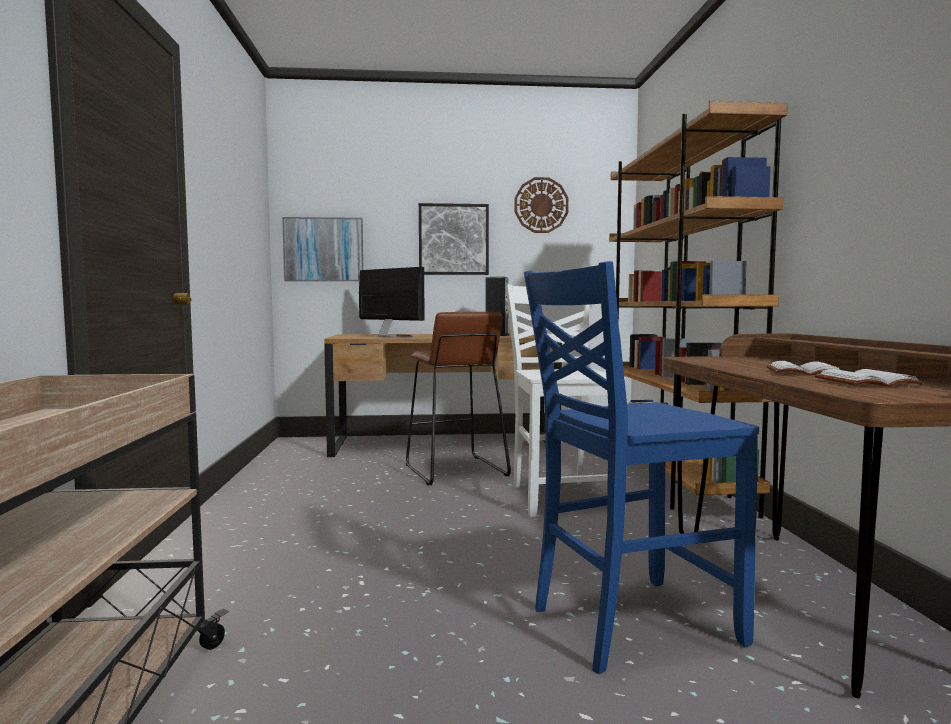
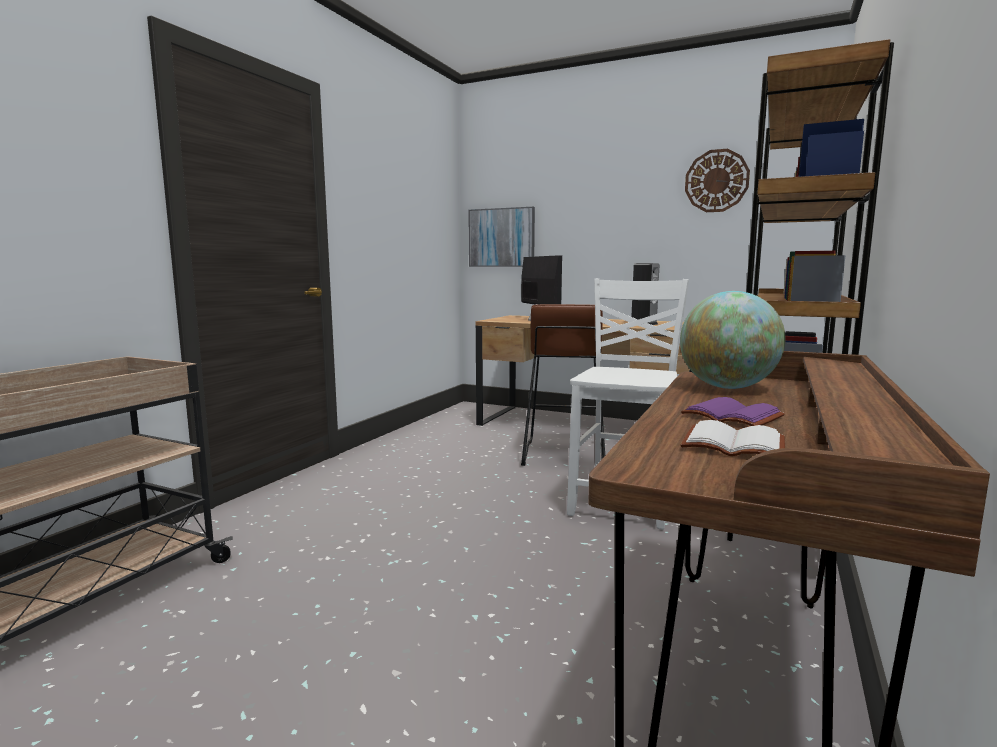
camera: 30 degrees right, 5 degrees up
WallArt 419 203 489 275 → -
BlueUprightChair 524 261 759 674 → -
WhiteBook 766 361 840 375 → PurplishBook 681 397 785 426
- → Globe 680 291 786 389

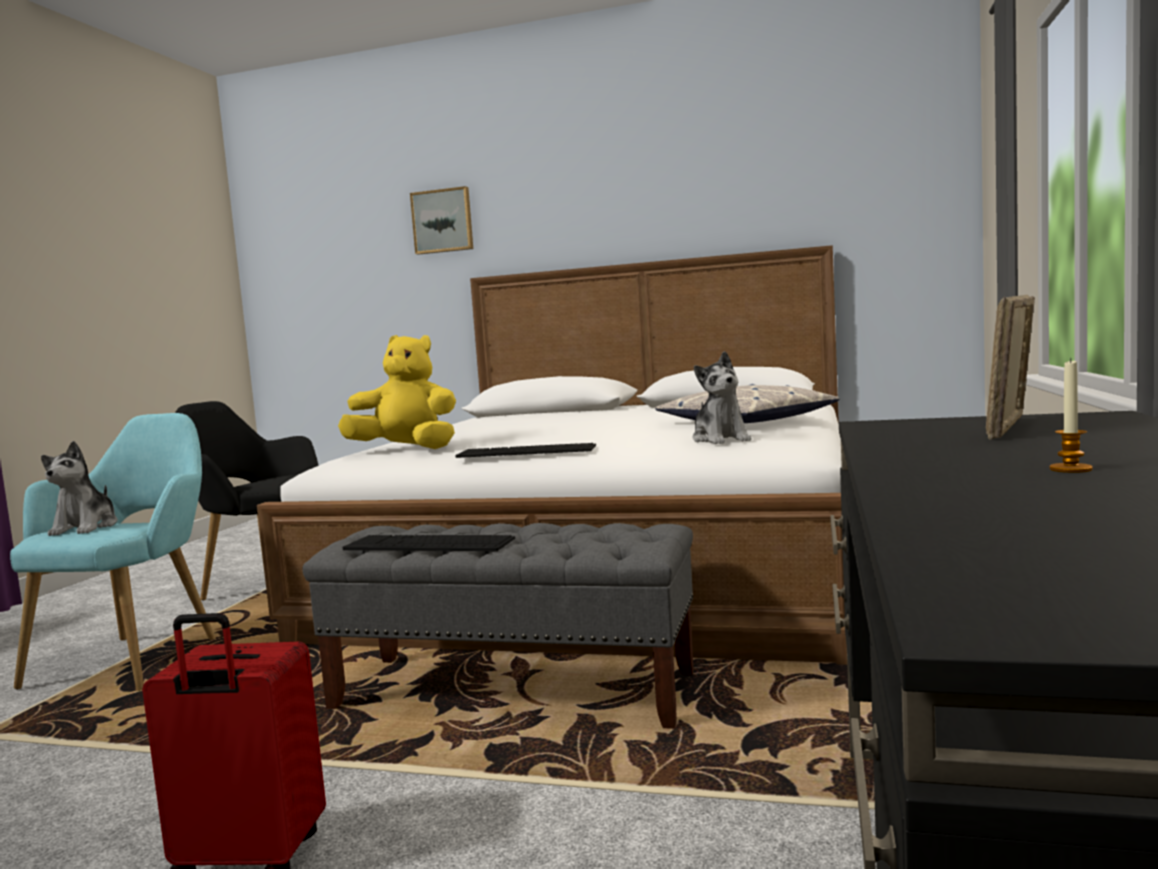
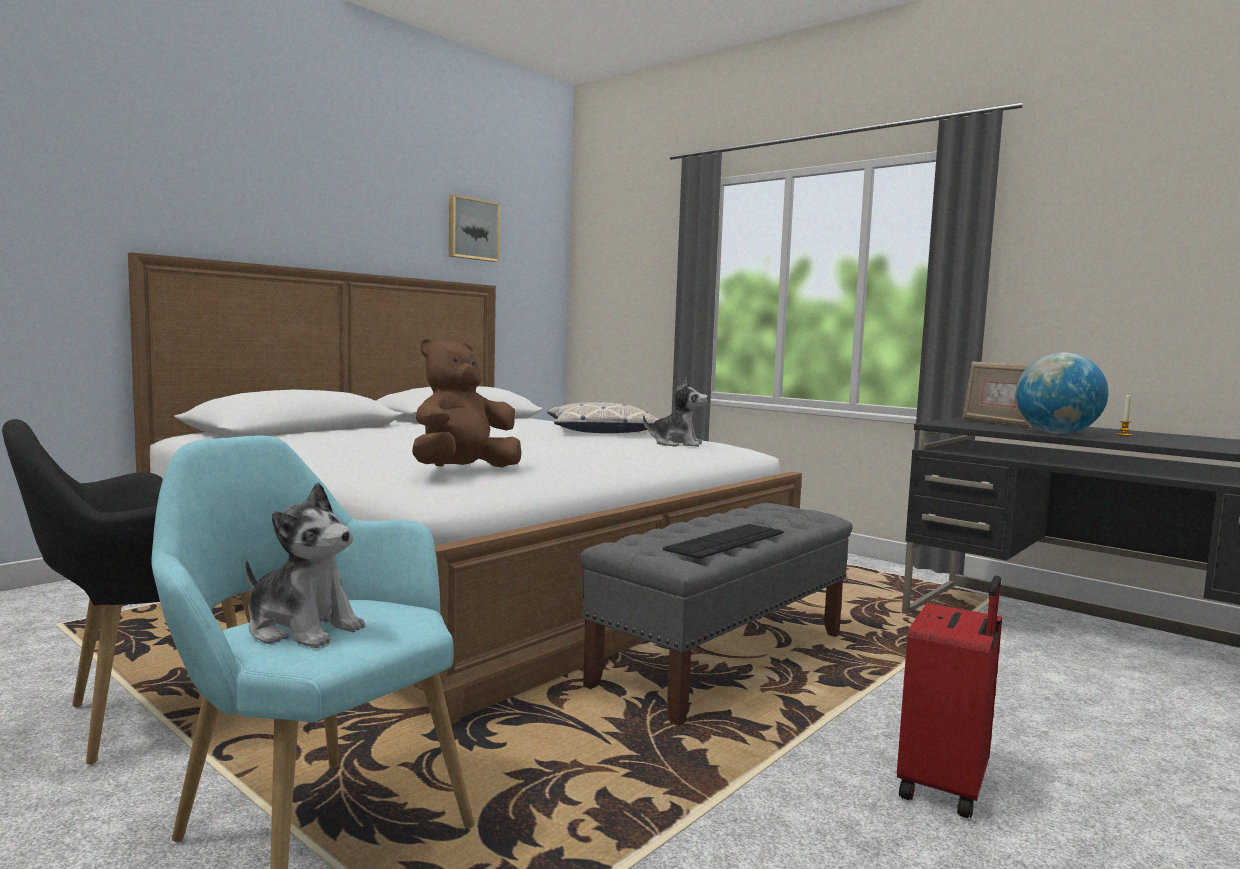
camera: 65 degrees left, 0 degrees up
WallArt 410 186 473 255 → WallArt 449 194 500 262, relocated
YellowColouredPlushToy 338 335 456 449 → BrownColouredPlushToy 412 338 521 468
ComputerKeyboard 455 443 596 458 → -
- → Globe 1016 353 1108 434

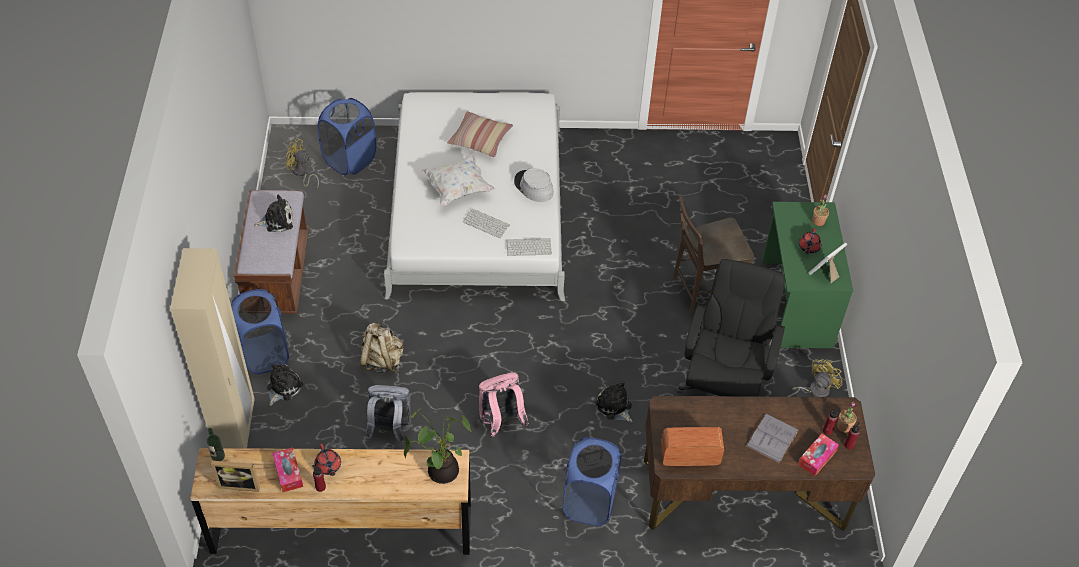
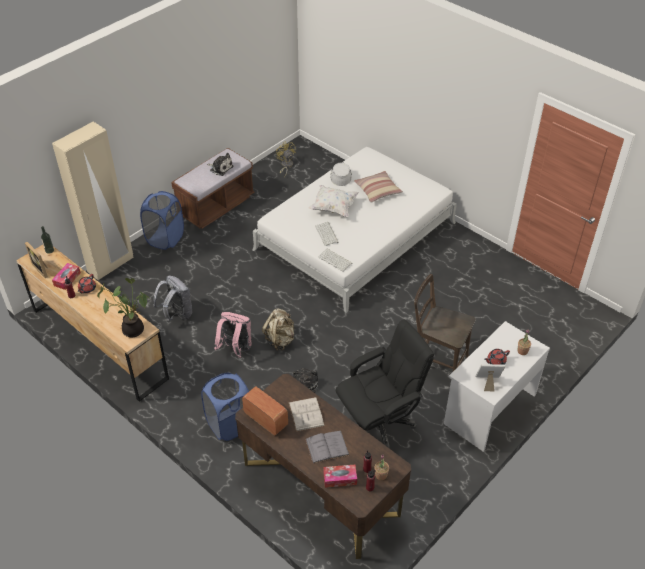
camera: 45 degrees right, 5 degrees down
BlueLaundryBasket 318 98 376 175 → -
GreyishHat 514 168 554 202 → GreyishHat 330 162 352 186, relocated
GreenDeskTable 762 202 853 348 → WhiteDeskTable 444 321 550 452
SandColouredRucksack 360 323 404 374 → SandColouredRucksack 262 309 294 350, relocated
YellowColouredFan 787 359 842 397 → -
PlushToy 267 364 303 406 → -
- → WhiteBook 289 397 325 432

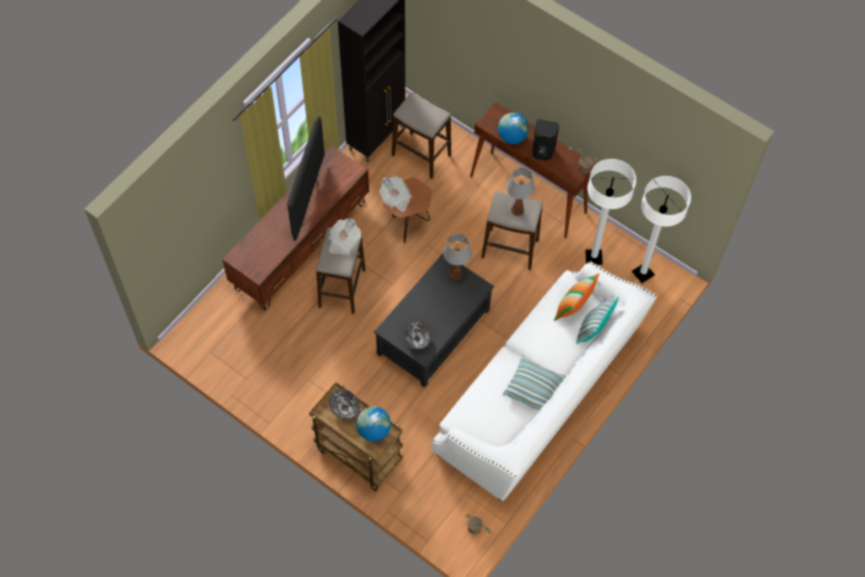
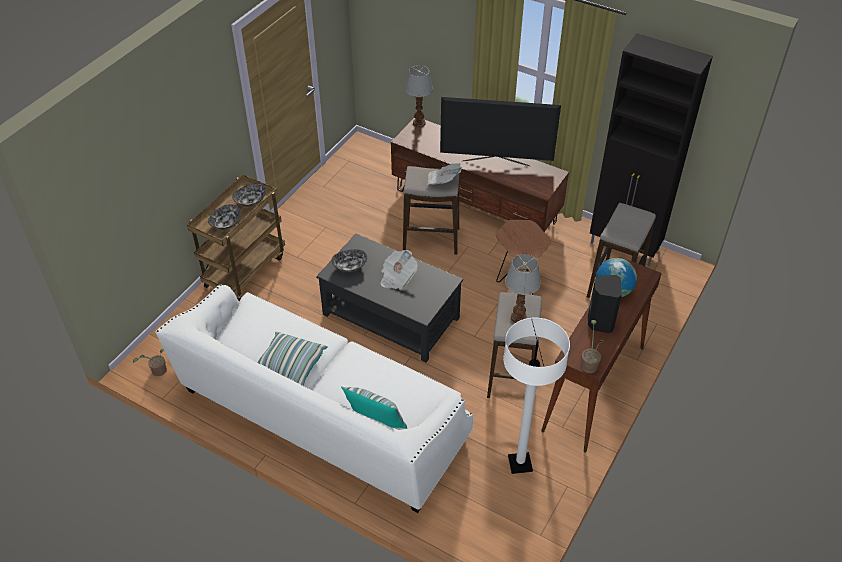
camera: 85 degrees right, 15 degrees down
Newspaper 379 176 412 212 → Newspaper 380 250 418 290, relocated
WhiteStandardLamp 632 176 691 283 → -
LampForATable 443 234 472 280 → LampForATable 405 65 433 128, relocated
ThrowPillow 554 273 599 321 → -
Globe 356 406 391 441 → ServingBowl 208 204 241 230

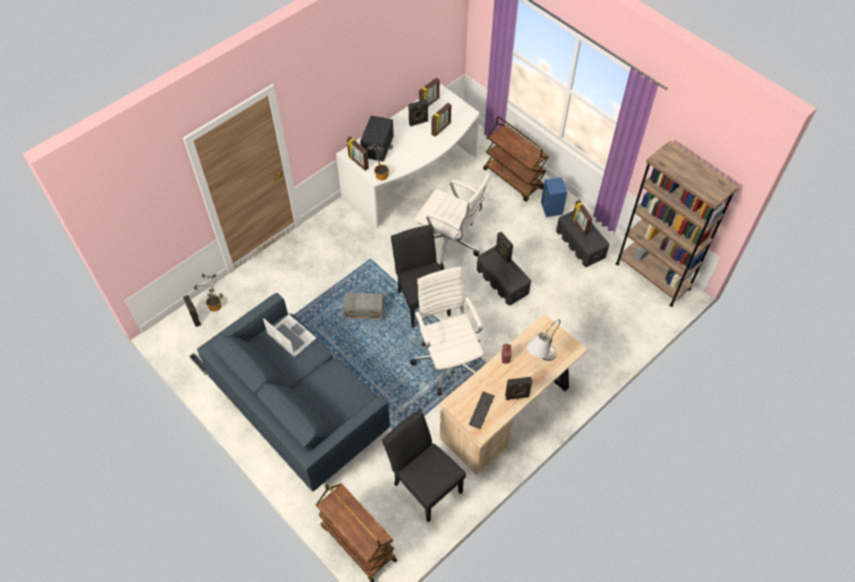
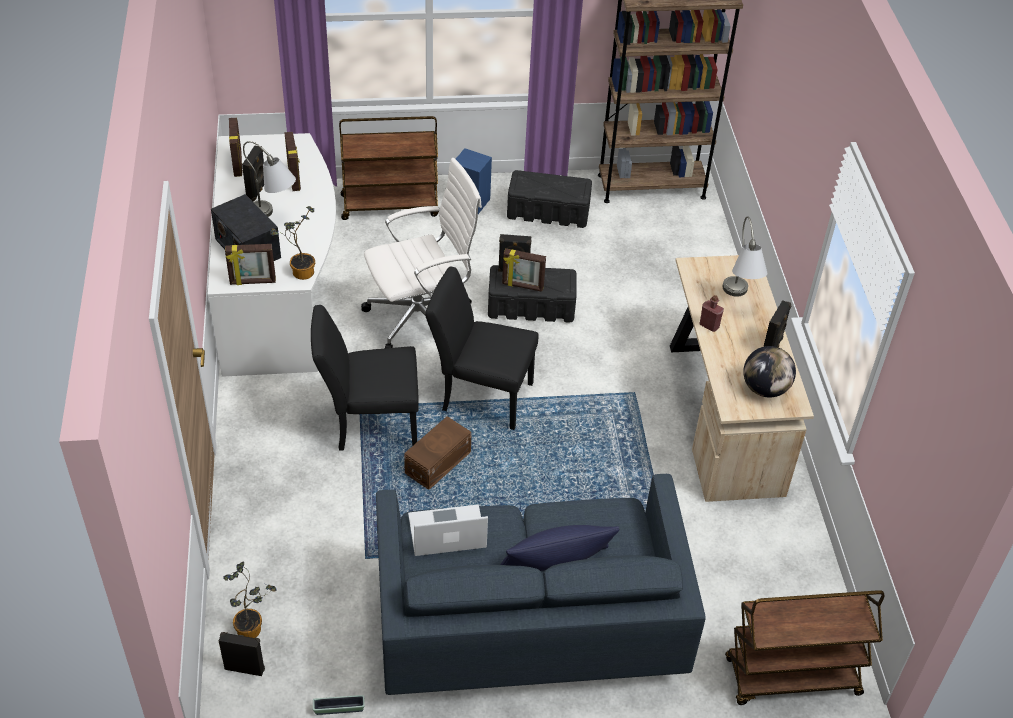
camera: 55 degrees left, 10 degrees down
PhotoFrame 572 200 593 236 → PhotoFrame 502 248 546 292, relocated
WhiteOfficeChair 410 267 484 395 → -
GreyishStorageBin 343 293 383 319 → BrownColouredStorageBin 404 416 471 490
ComputerKeyboard 469 391 494 429 → Globe 743 346 796 398
BlackUprightChair 382 410 466 523 → BlackUprightChair 311 305 419 451, relocated
- → GreyishLampForATable 243 141 296 217
- → BlueThrowPillow 500 525 619 571

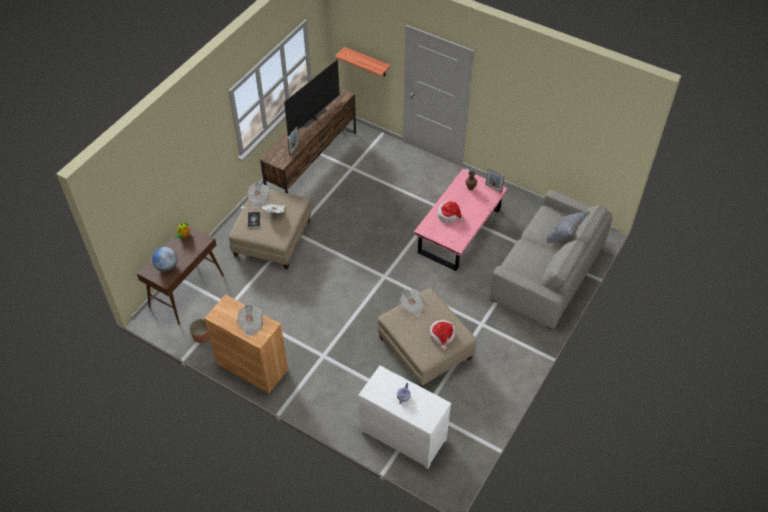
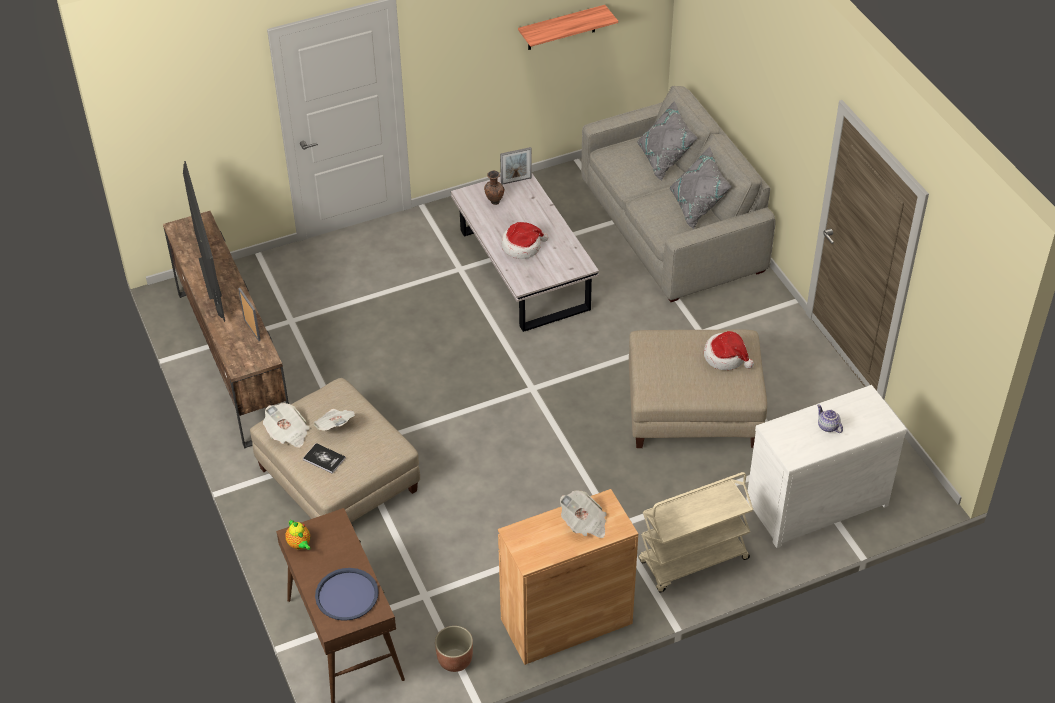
camera: 55 degrees left, 5 degrees down
WallShelf 335 47 391 76 → WallShelf 518 5 618 50, relocated
PinkColouredLowTable 414 169 508 271 → WhiteLowTable 451 173 599 332
Globe 152 247 177 272 → BlueServingTray 315 568 379 621
Newspaper 400 289 426 317 → -
- → GreyishThrowPillow 670 146 731 230
- → SandColouredTrolley 639 472 753 592

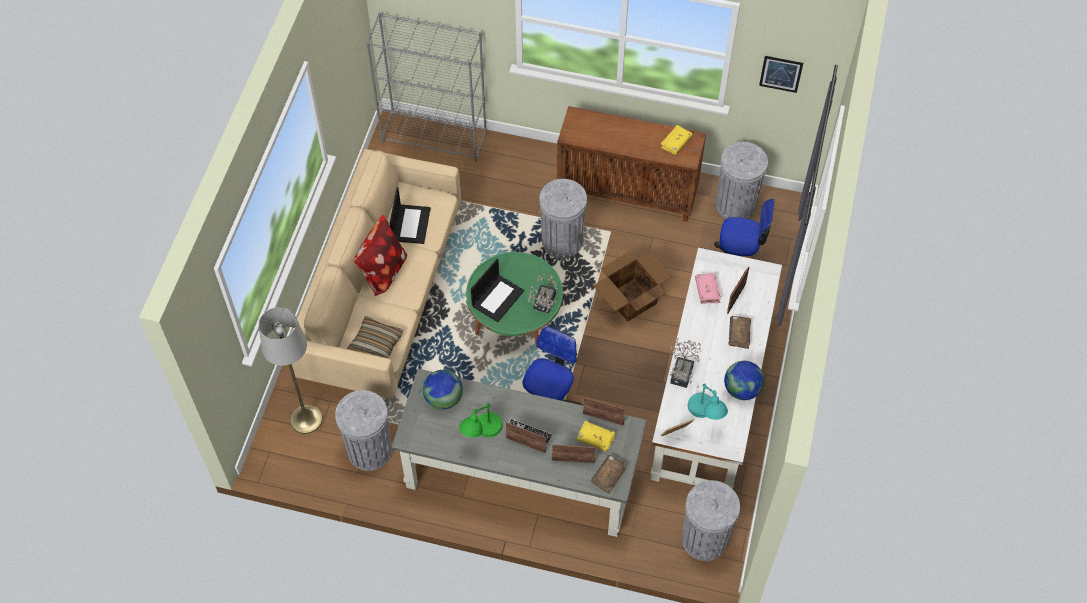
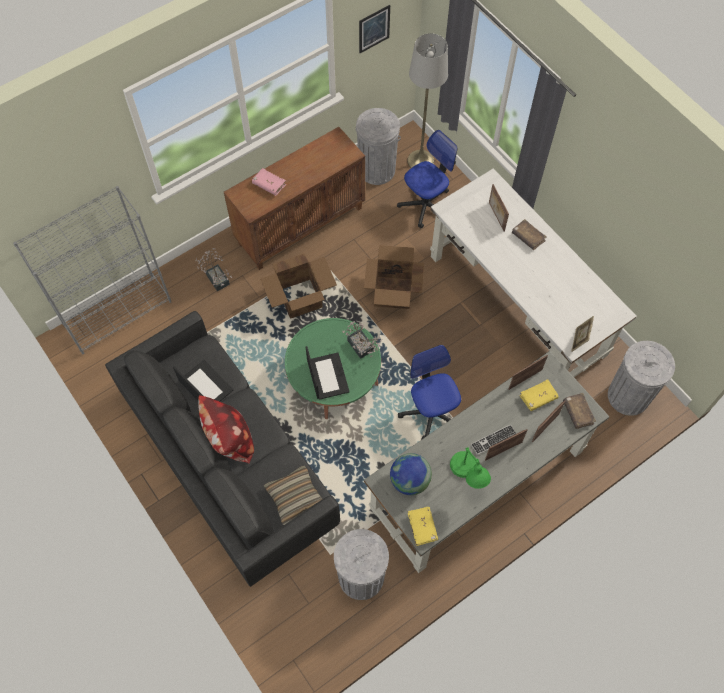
camera: 50 degrees left, 5 degrees up
YellowColouredBook 660 125 693 155 → YellowColouredBook 408 507 438 546, relocated
SandColouredSettee 291 149 461 399 → BlackSettee 105 311 340 587
GreyishRubbishBin 539 179 587 259 → PackingBox 260 254 337 319
PinkColouredBook 695 273 721 304 → PinkColouredBook 252 168 286 196, relocated
GreyishStandardLamp 259 307 323 434 → GreyishStandardLamp 407 33 448 168, relocated
PottedPlant 670 338 701 388 → PottedPlant 196 248 232 291, relocated
Globe 724 361 764 400 → -
BlueGreenLampForATable 688 384 728 420 → -

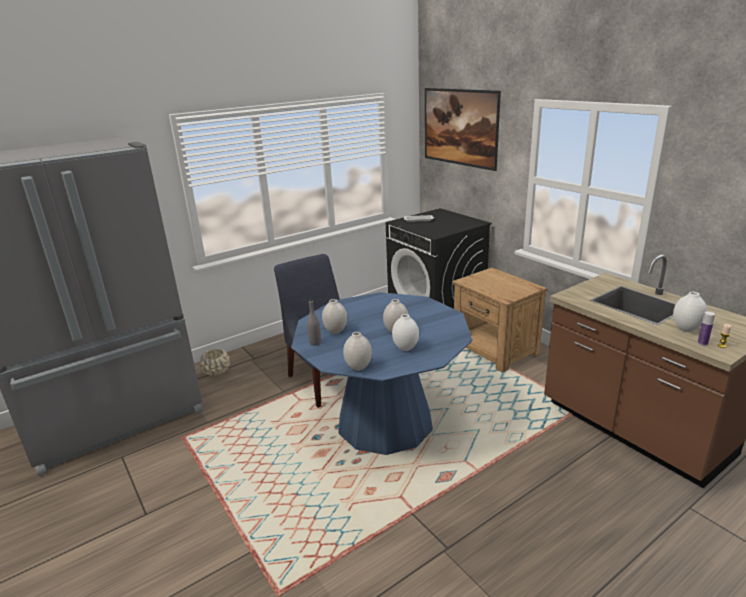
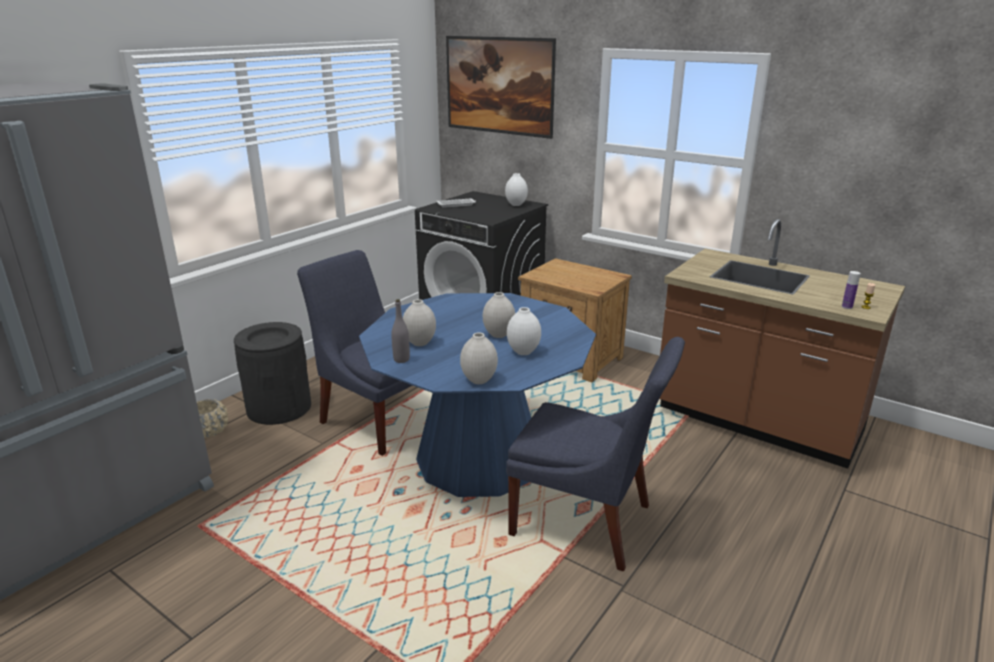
camera: 20 degrees left, 0 degrees up
WhiteFlowerVase 673 292 707 332 → WhiteFlowerVase 505 173 528 206, relocated
- → BlackRubbishBin 234 322 311 425
- → BlueUprightChair 506 337 685 571

